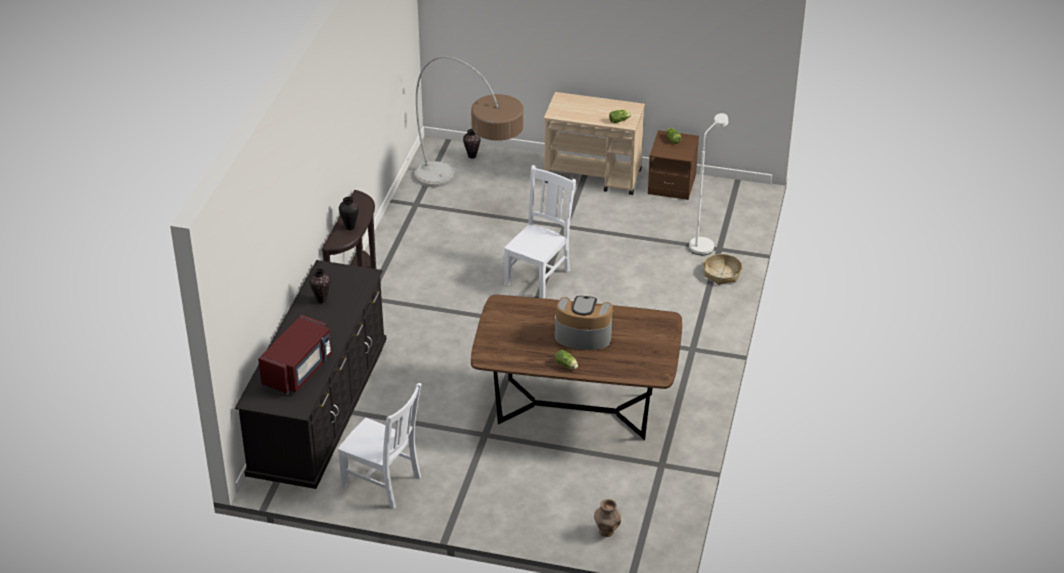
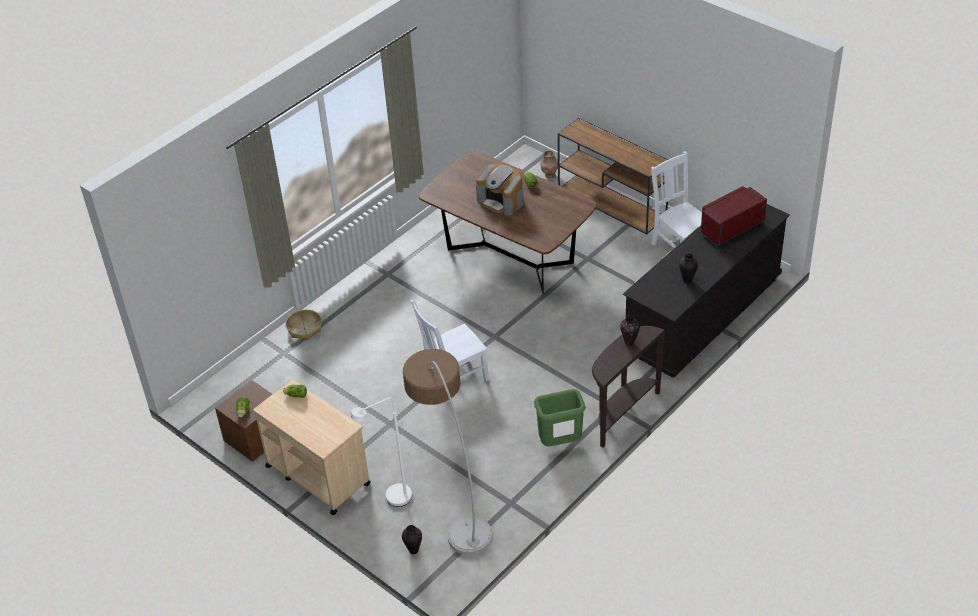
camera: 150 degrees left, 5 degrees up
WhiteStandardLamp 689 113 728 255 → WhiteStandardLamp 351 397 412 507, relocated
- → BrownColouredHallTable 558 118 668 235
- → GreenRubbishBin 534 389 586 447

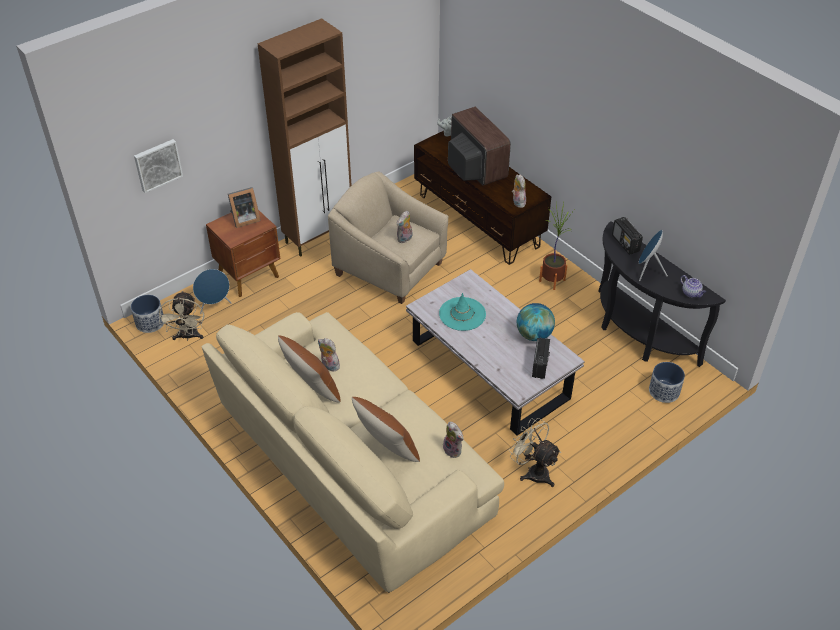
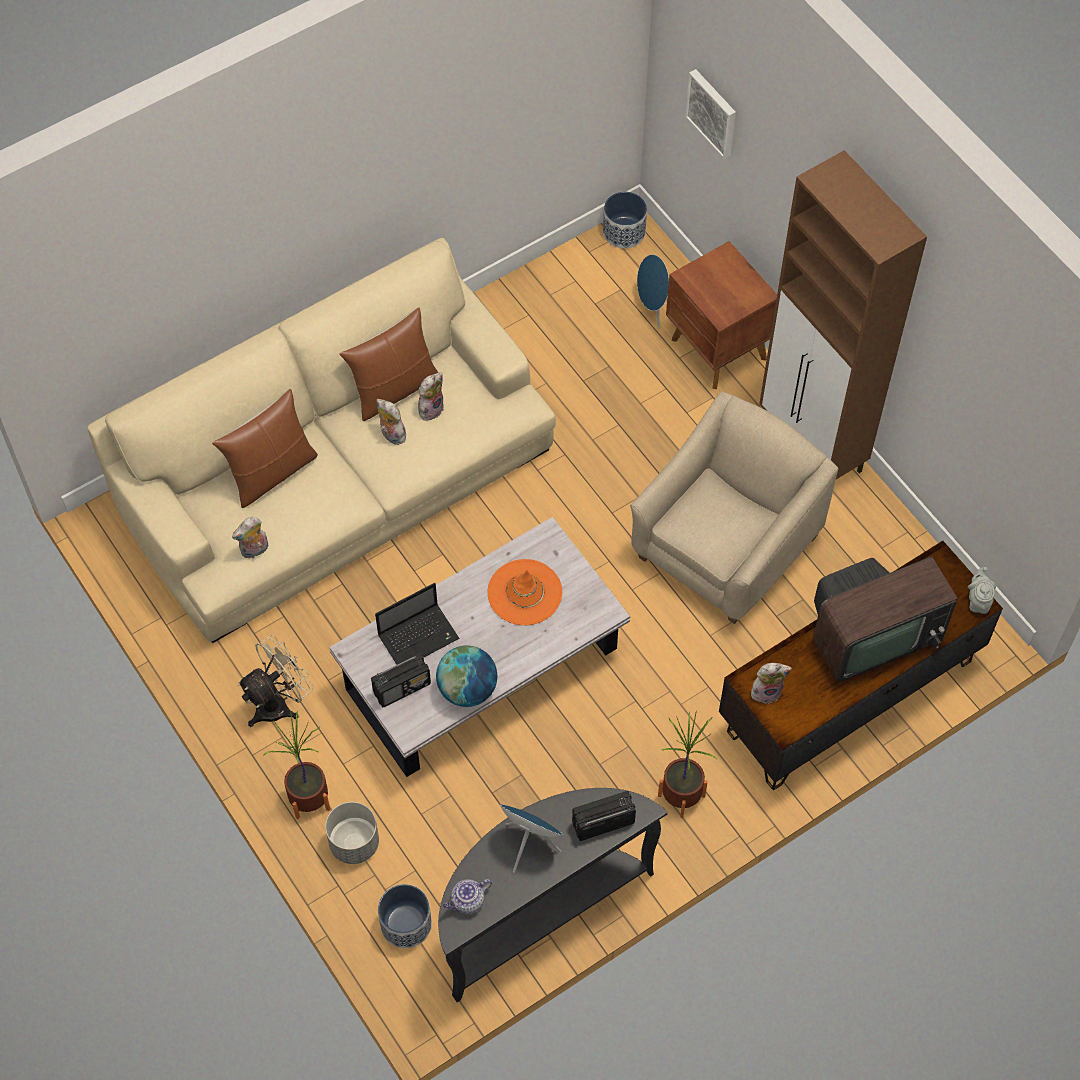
camera: 95 degrees right, 15 degrees up
PhotoFrame 228 187 261 228 → -
PlushToy 397 211 412 243 → PlushToy 377 399 406 445, relocated
SandColouredFan 159 291 204 341 → -
BlueGreenHat 439 293 486 331 → OrangeColouredHat 487 559 562 625
RadioSet 532 337 550 379 → RadioSet 371 654 431 708, 45 degrees counterclockwise
- → PortableComputer 375 583 460 665
- → PottedPlant 263 710 330 820
- → GreyishPlantPot 325 802 379 864

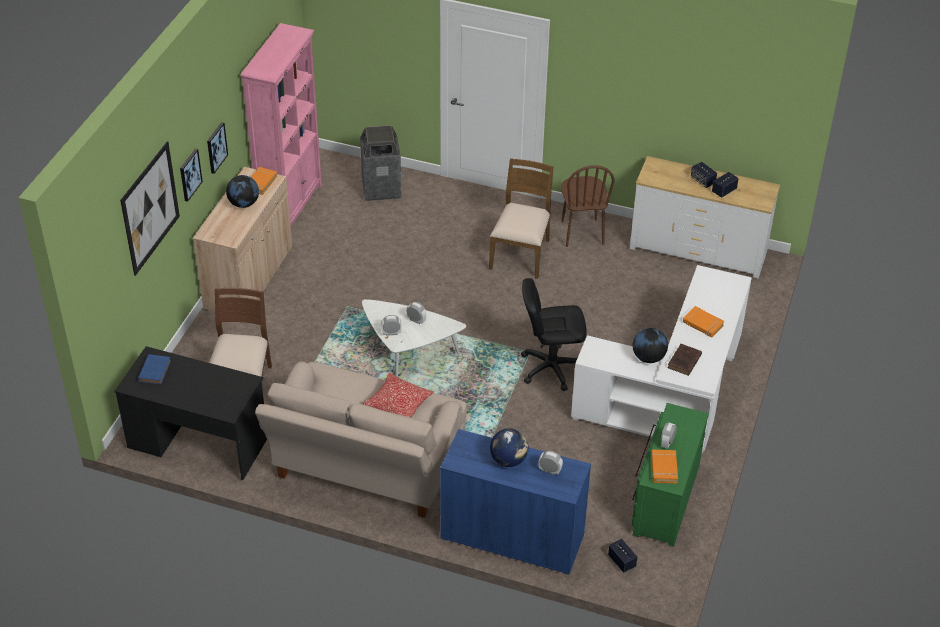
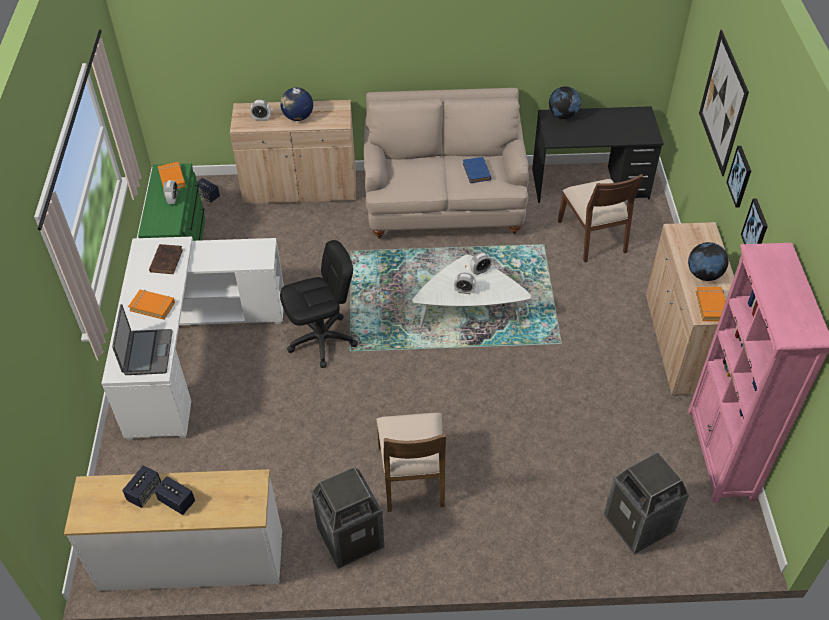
camera: 160 degrees right, 5 degrees up
BrownColouredUprightChair 561 165 615 247 → RubbishBin 311 467 384 569
Globe 633 328 668 363 → Globe 549 86 581 119, relocated
BlueBook 138 354 171 384 → BlueBook 463 157 491 183, relocated
ThrowPillow 363 373 434 418 → -
BlueCabinet 440 429 591 575 → SandColouredCabinet 230 100 356 204
- → PortableComputer 112 304 172 375

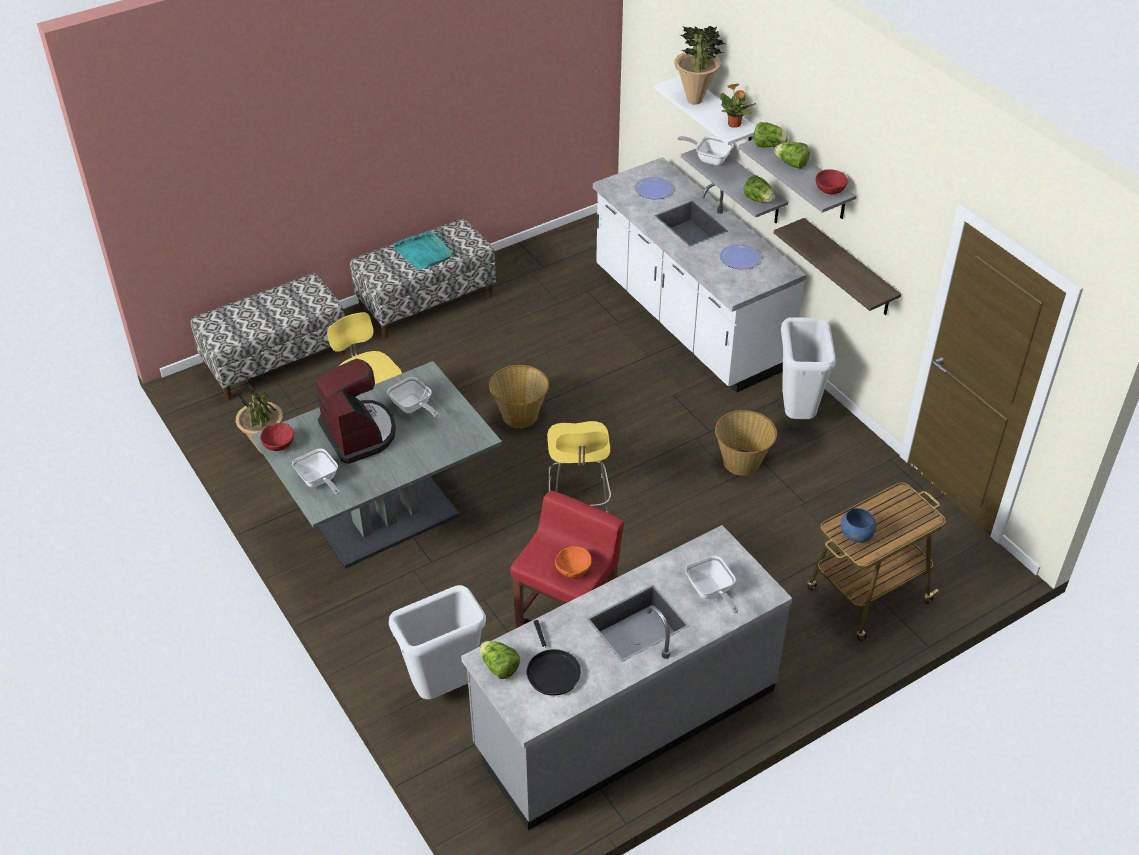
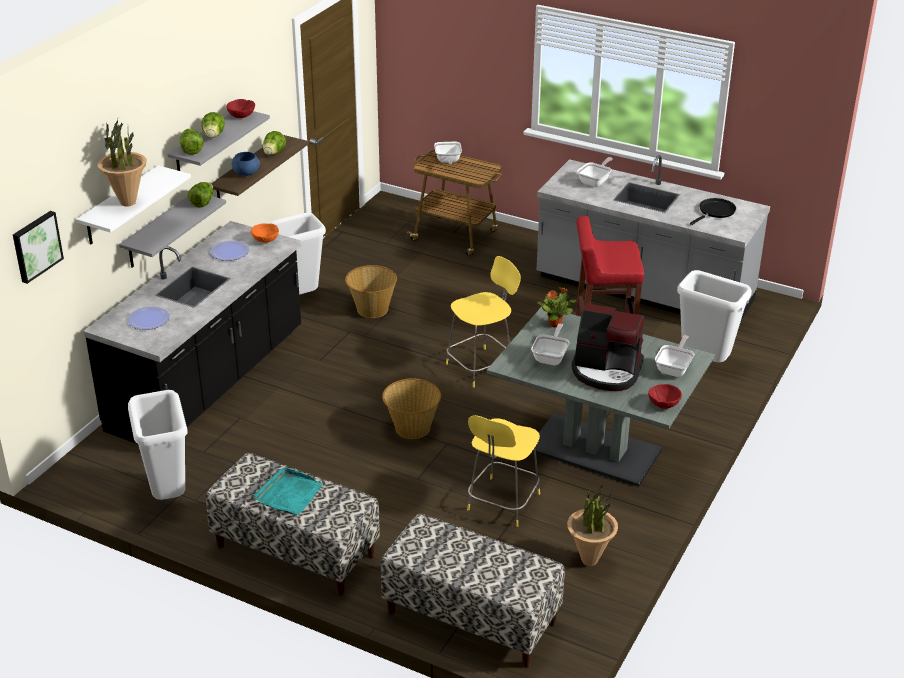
camera: 120 degrees left, 10 degrees down
PottedPlant 720 83 756 127 → PottedPlant 537 287 577 328, relocated
FryingPan 677 136 734 166 → FryingPan 434 142 462 165, relocated
WhiteCounter 593 157 806 393 → BlackCounter 83 221 301 444
CoffeeMaker 315 359 396 464 → CoffeeMaker 571 303 645 391, 105 degrees counterclockwise
BlueServingBowl 841 508 876 543 → BlueServingBowl 232 152 260 176, relocated
OrangeColouredServingBowl 555 546 592 578 → OrangeColouredServingBowl 251 223 279 243, relocated
Lettuce 480 641 520 679 → Lettuce 263 131 286 155, relocated
- → WallArt 13 211 64 284
- → WhiteRubbishBin 128 390 188 500

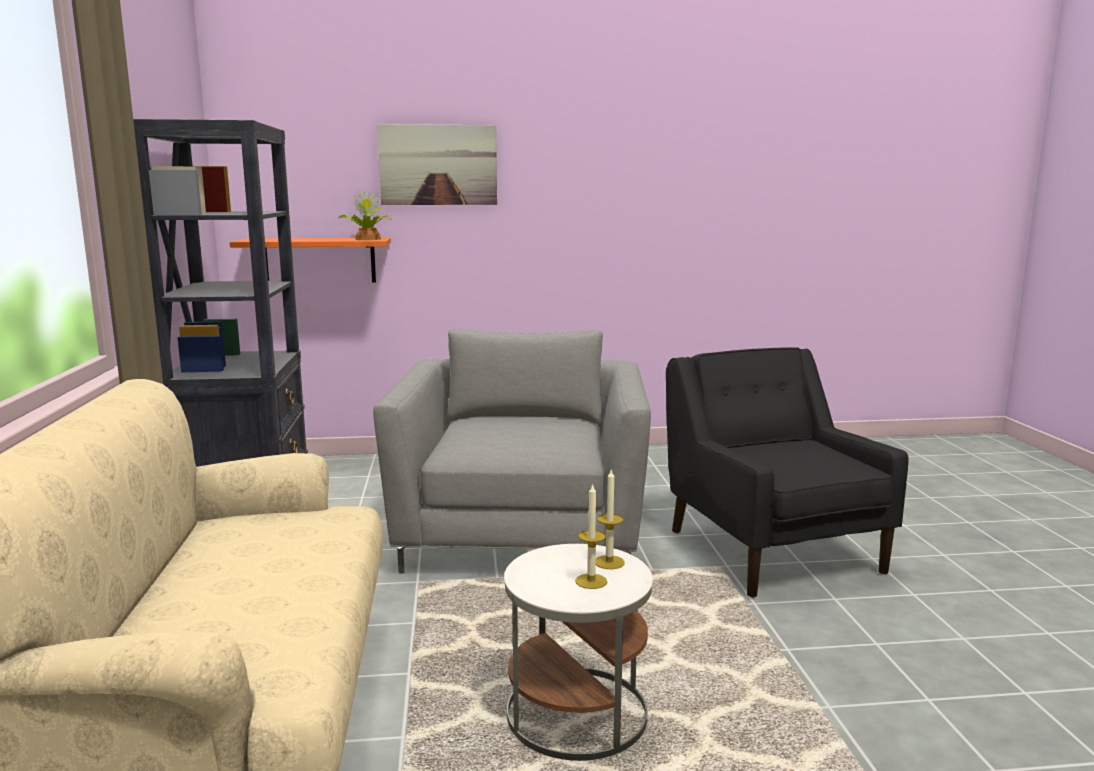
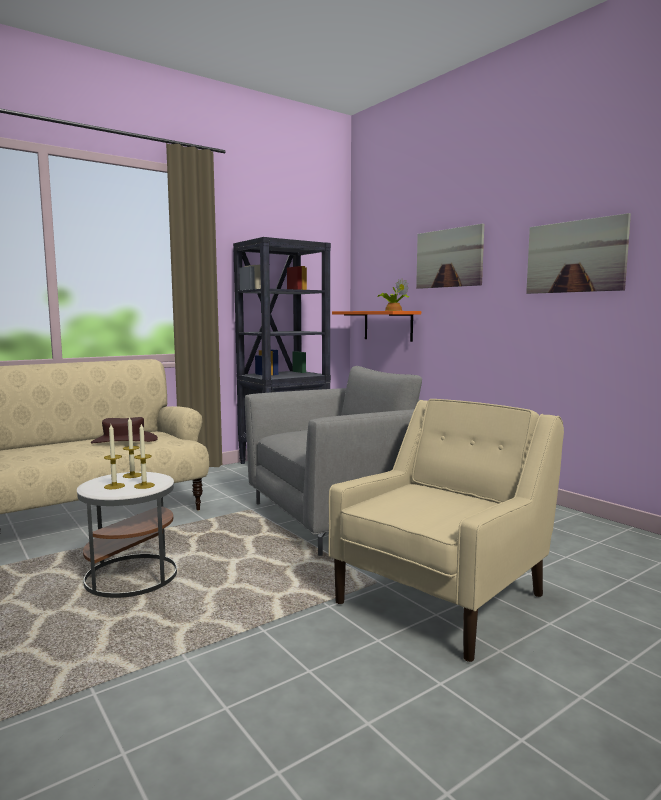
camera: 60 degrees right, 5 degrees down
BlackEasyChair 666 347 909 597 → SandColouredEasyChair 328 399 564 662
- → WallArt 526 213 631 294
- → Candle 123 416 141 478
- → BrownColouredHat 91 417 158 443

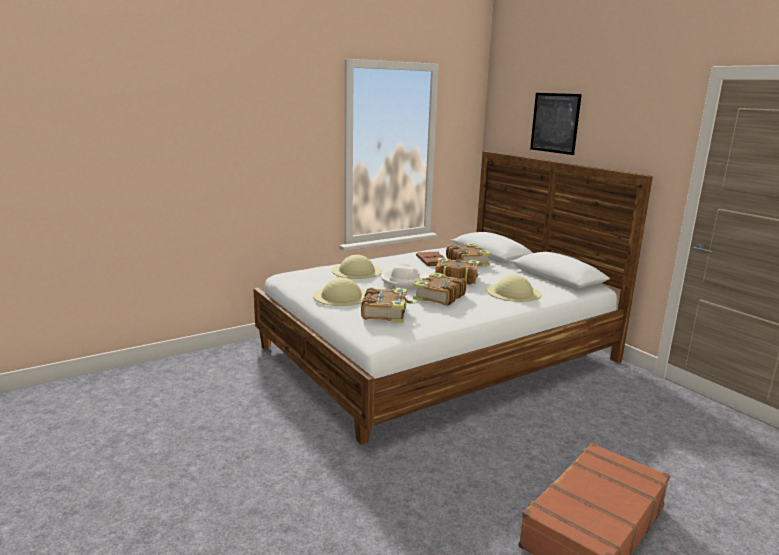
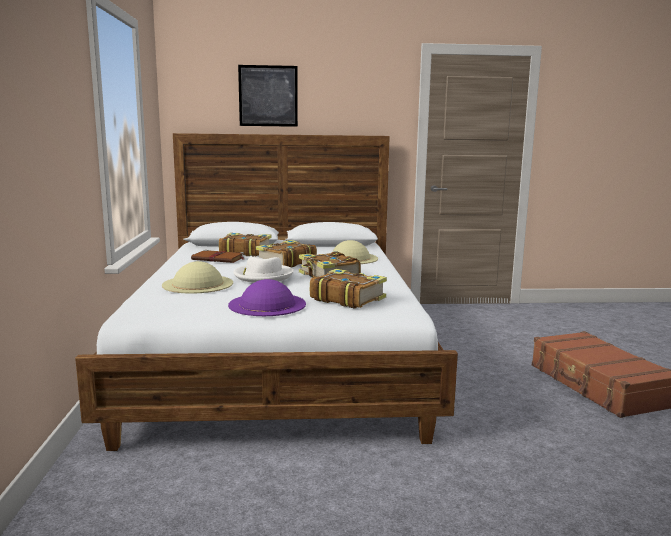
camera: 60 degrees left, 5 degrees down
SandColouredHat 313 277 366 306 → PurplishHat 228 279 306 316

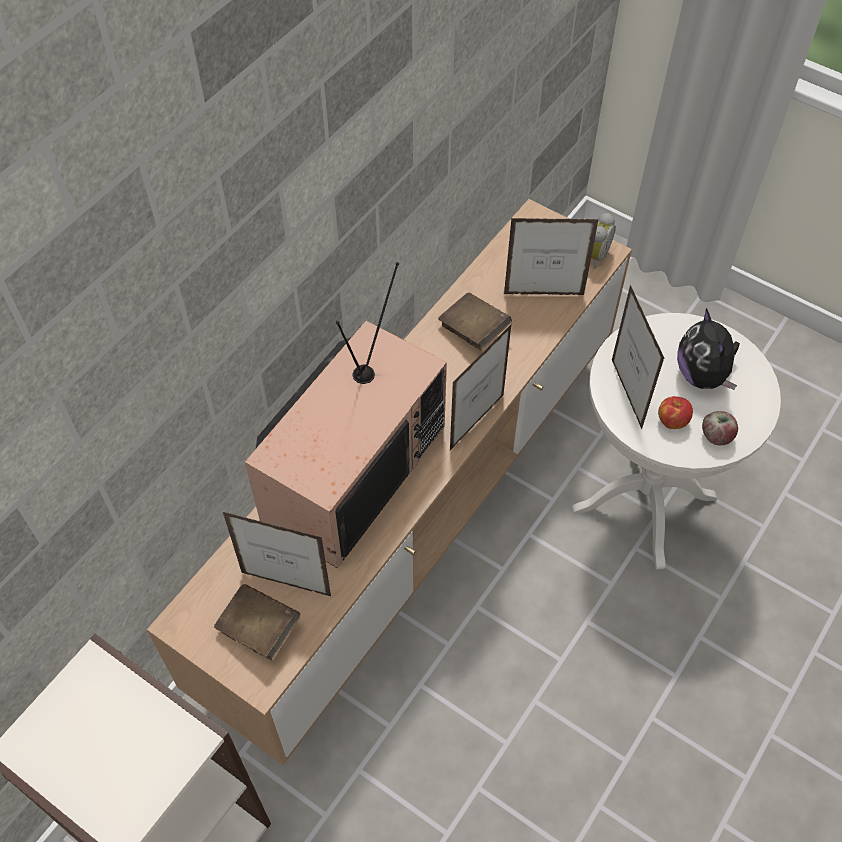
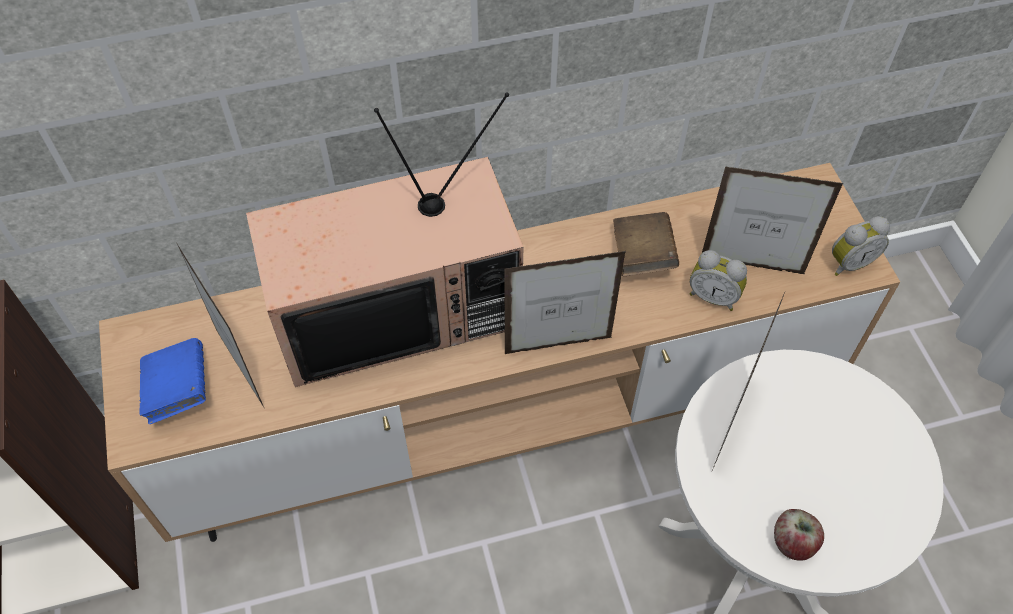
camera: 40 degrees right, 0 degrees up
PhotoFrame 504 218 599 295 → PhotoFrame 702 166 844 274, 150 degrees clockwise
PlushToy 677 308 740 390 → -
WholeApple 658 396 693 429 → -
BrownColouredBook 214 584 300 661 → BlueBook 139 338 206 424
- → BedsideClock 690 250 747 311

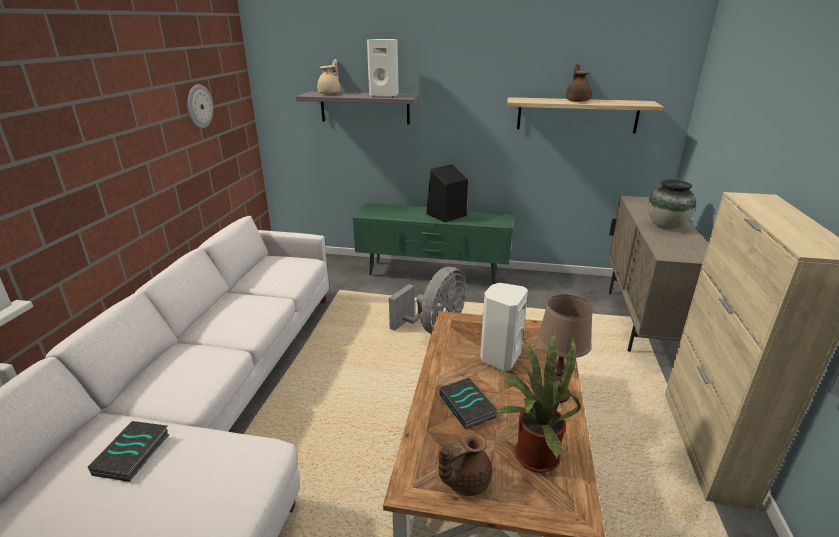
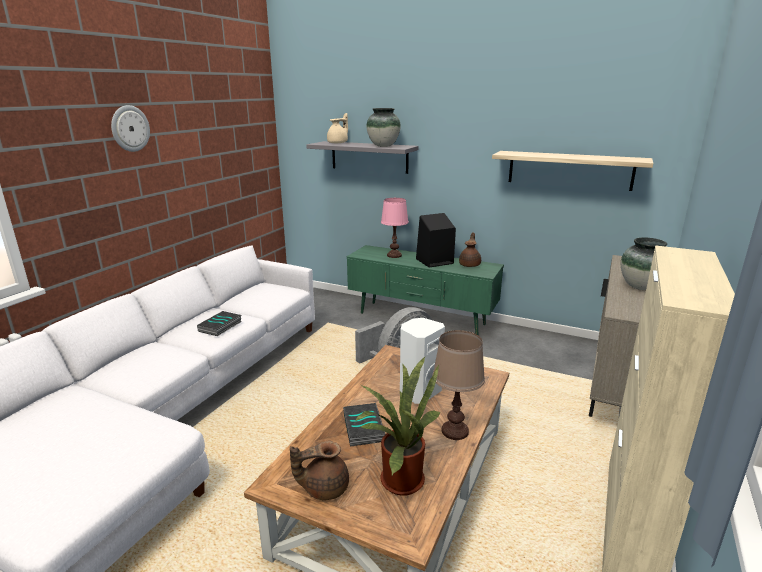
camera: 15 degrees right, 5 degrees down
WhiteAudioSpeaker 367 39 399 97 → FlowerVase 366 108 401 147
BrownColouredTeapot 566 64 592 102 → BrownColouredTeapot 459 232 481 267, relocated
WallClock 188 84 213 129 → WallClock 111 105 150 152, relocated
Book 88 421 170 482 → Book 197 311 242 336, relocated
- → PinkColouredLampForATable 381 198 409 258

